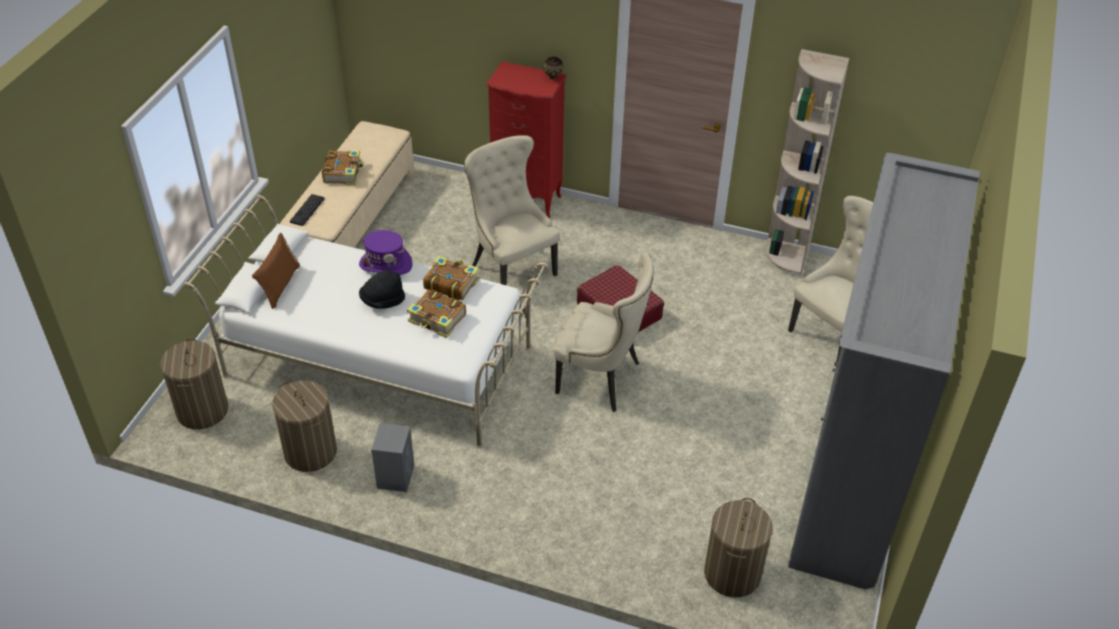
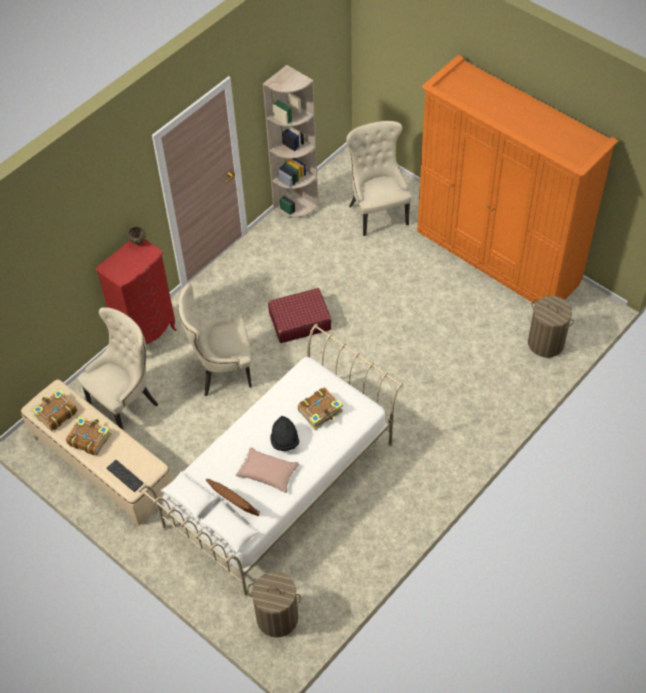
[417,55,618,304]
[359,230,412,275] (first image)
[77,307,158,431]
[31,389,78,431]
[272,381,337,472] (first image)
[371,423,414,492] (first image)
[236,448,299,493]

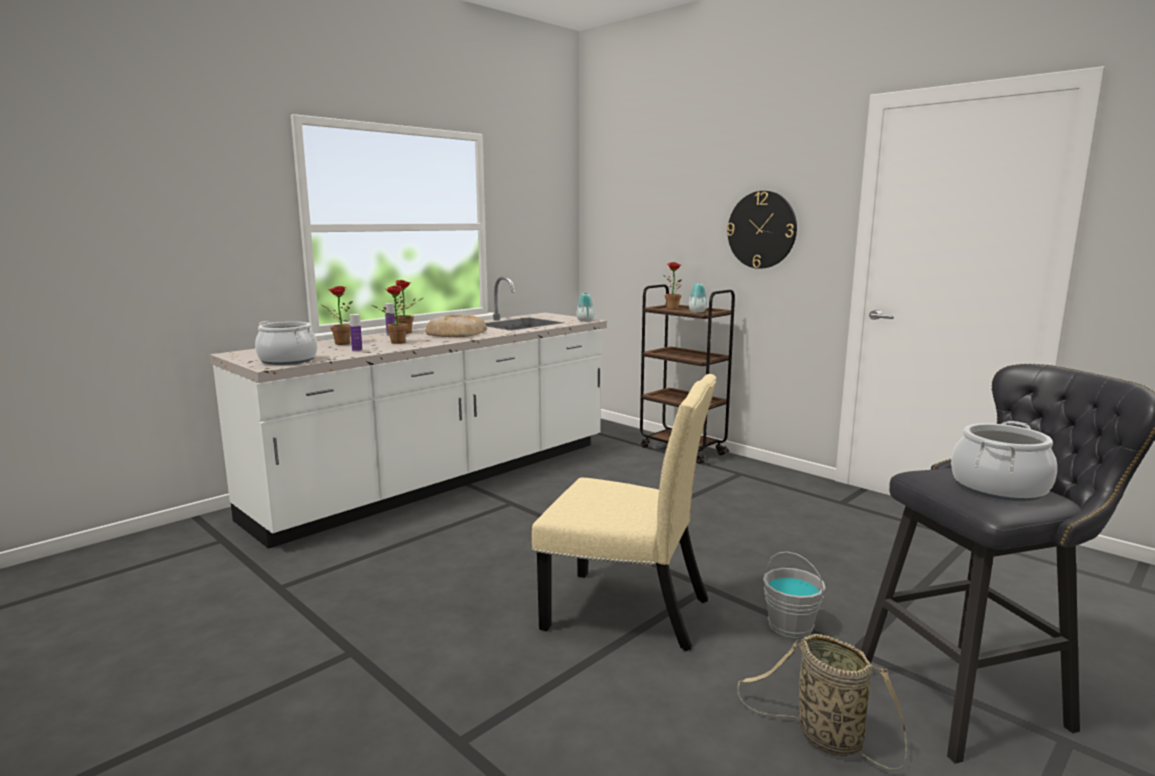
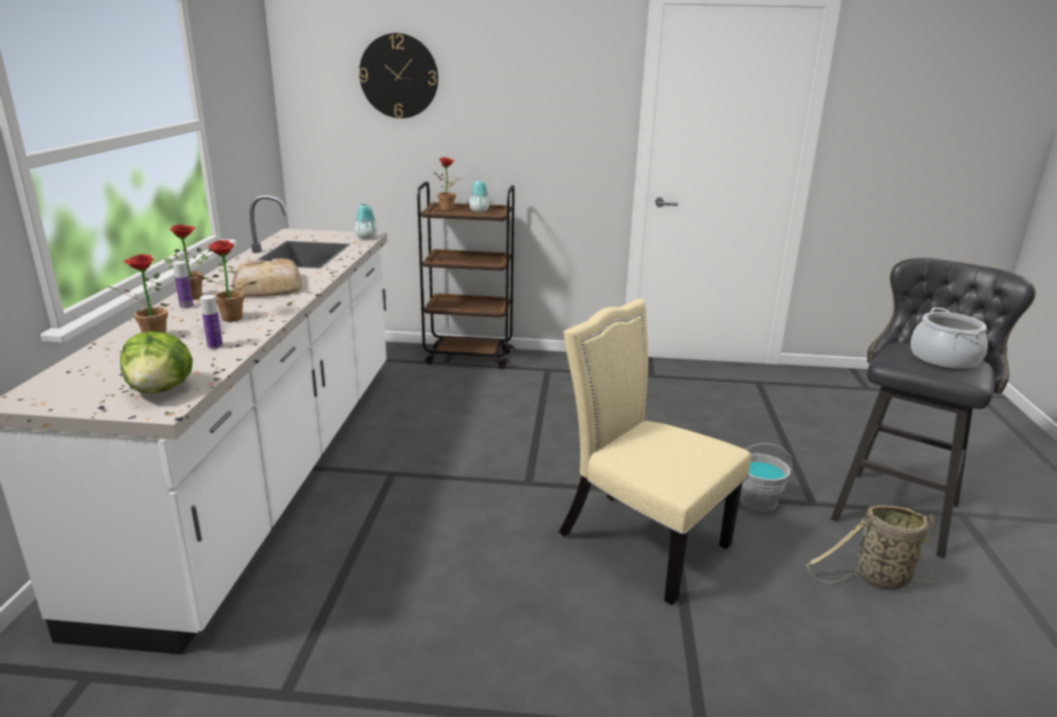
[359,33,438,118]
[120,331,193,394]
[558,299,751,605]

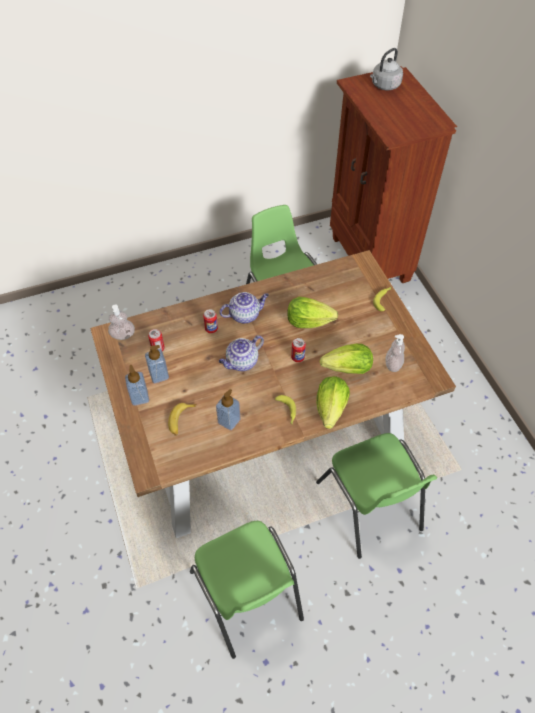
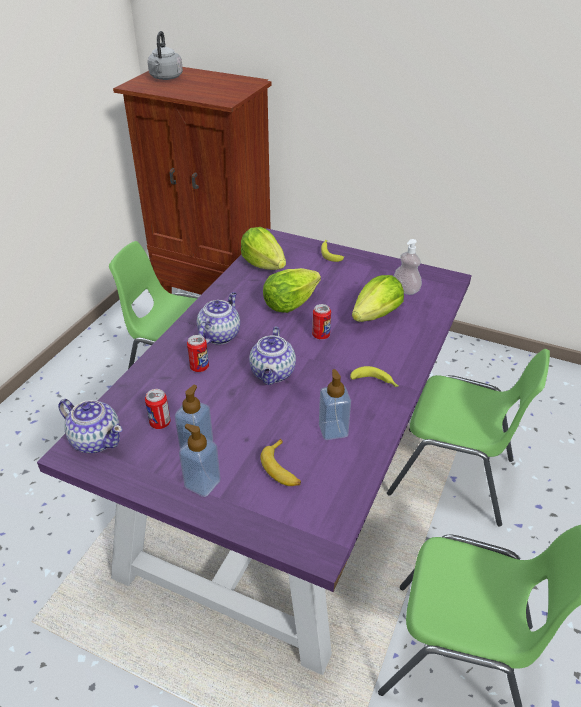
[37,228,472,675]
[58,399,123,453]
[241,227,286,270]

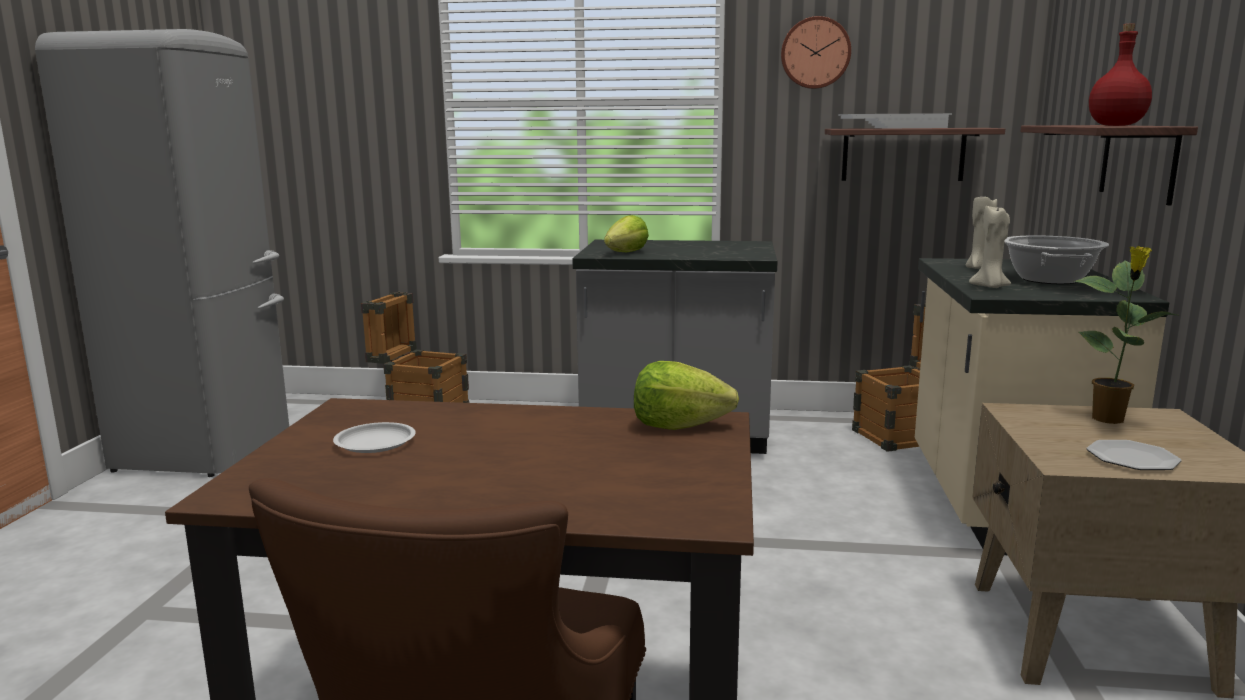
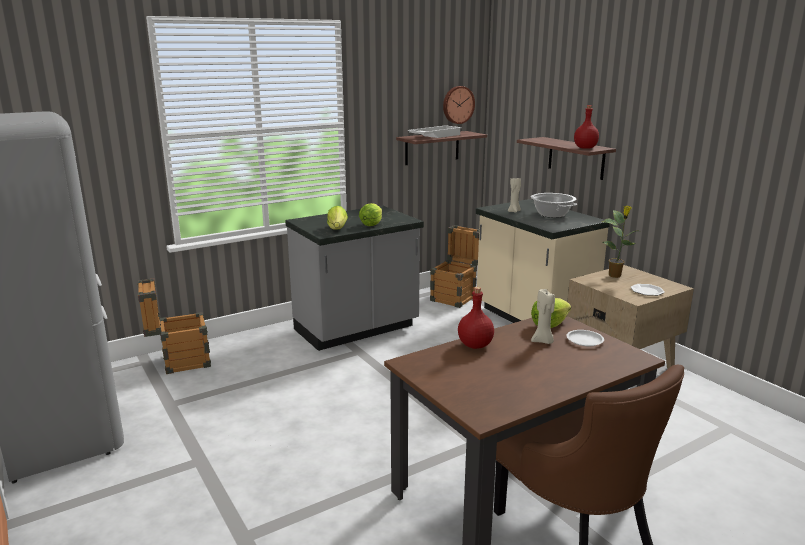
[443,86,475,124]
[531,289,555,344]
[566,330,604,346]
[359,203,382,226]
[458,287,494,349]

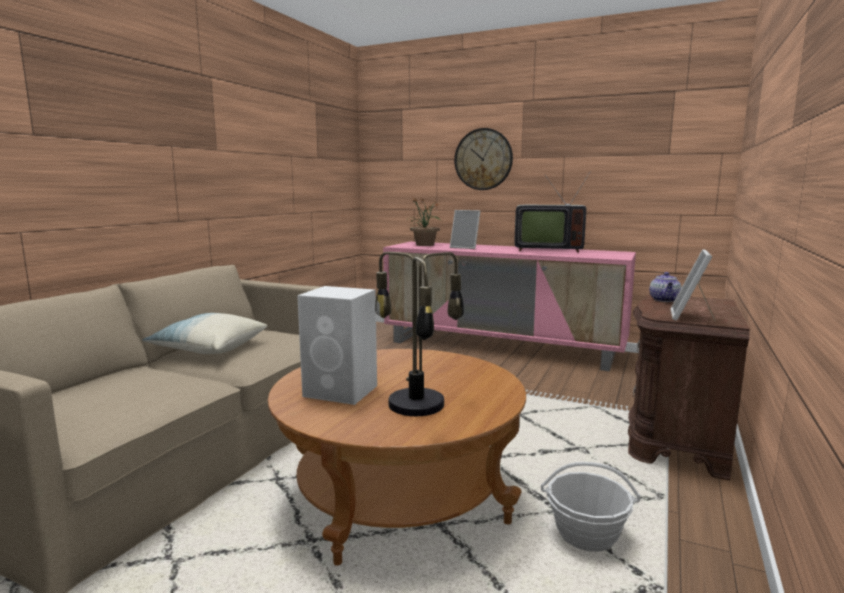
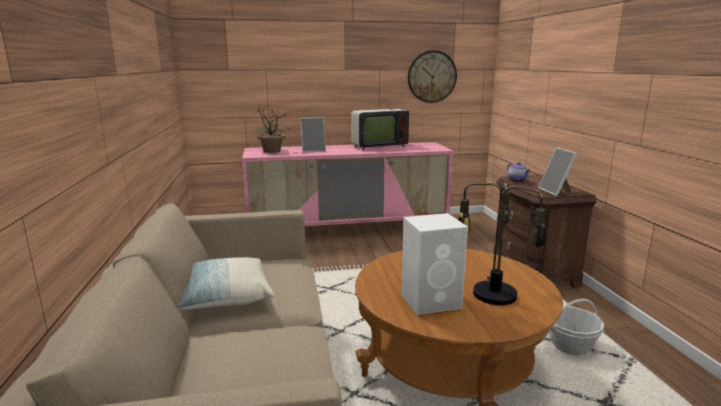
[408,50,457,103]

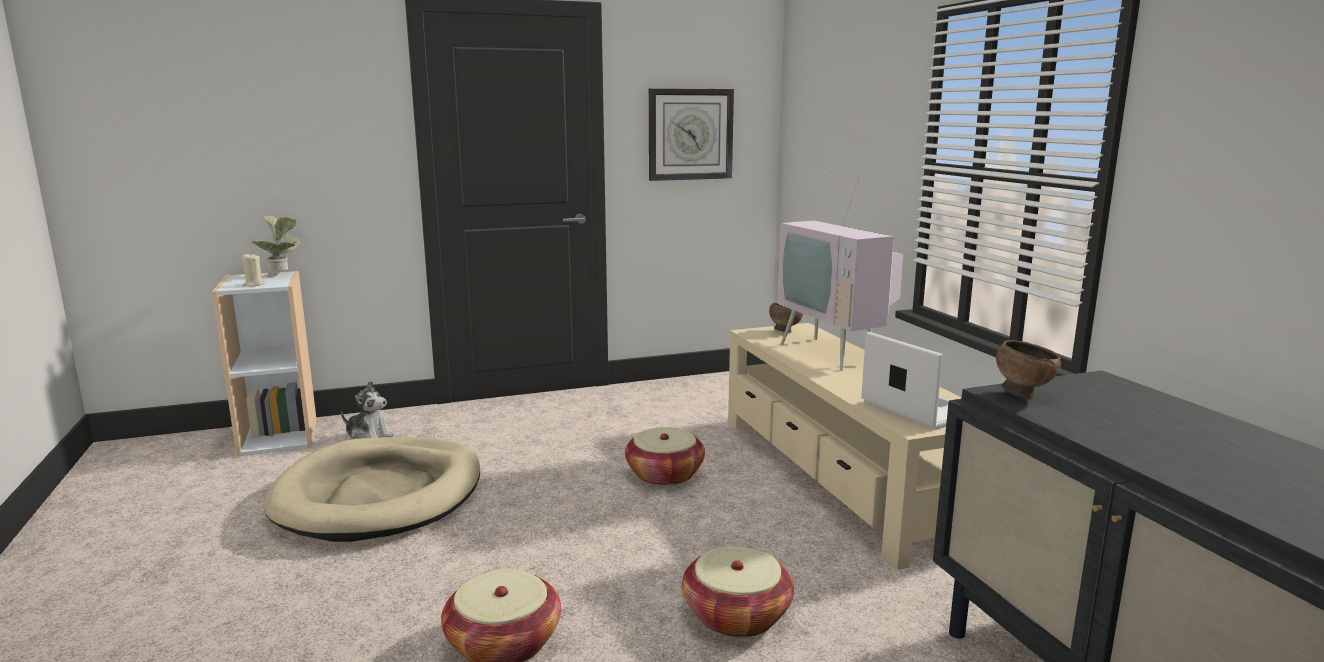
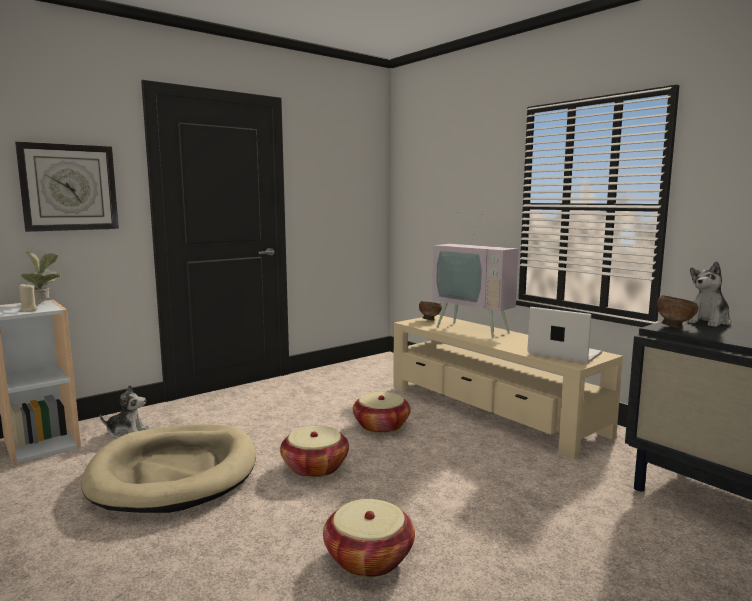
[15,141,119,232]
[280,426,349,478]
[686,261,731,327]

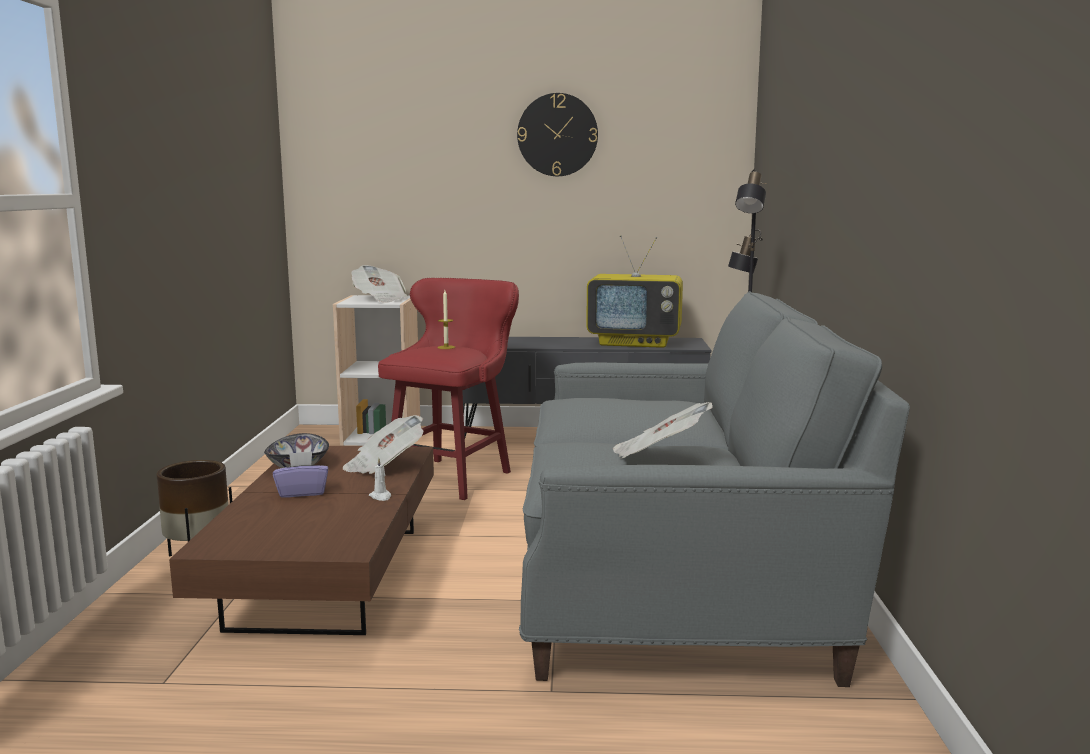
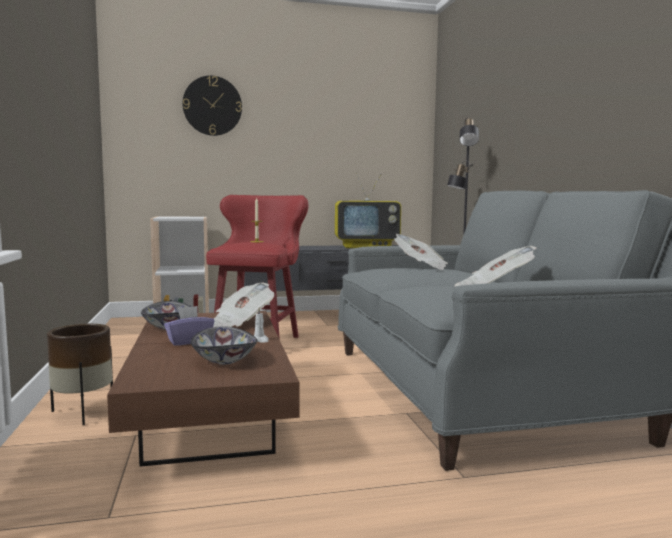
[183,76,242,136]
[394,234,448,270]
[191,326,258,365]

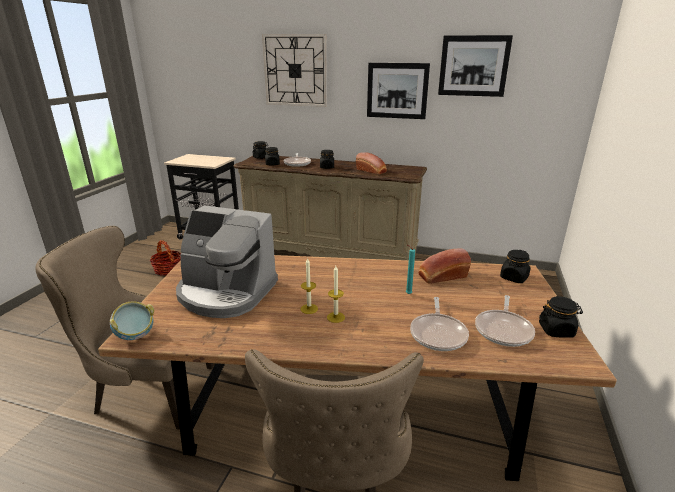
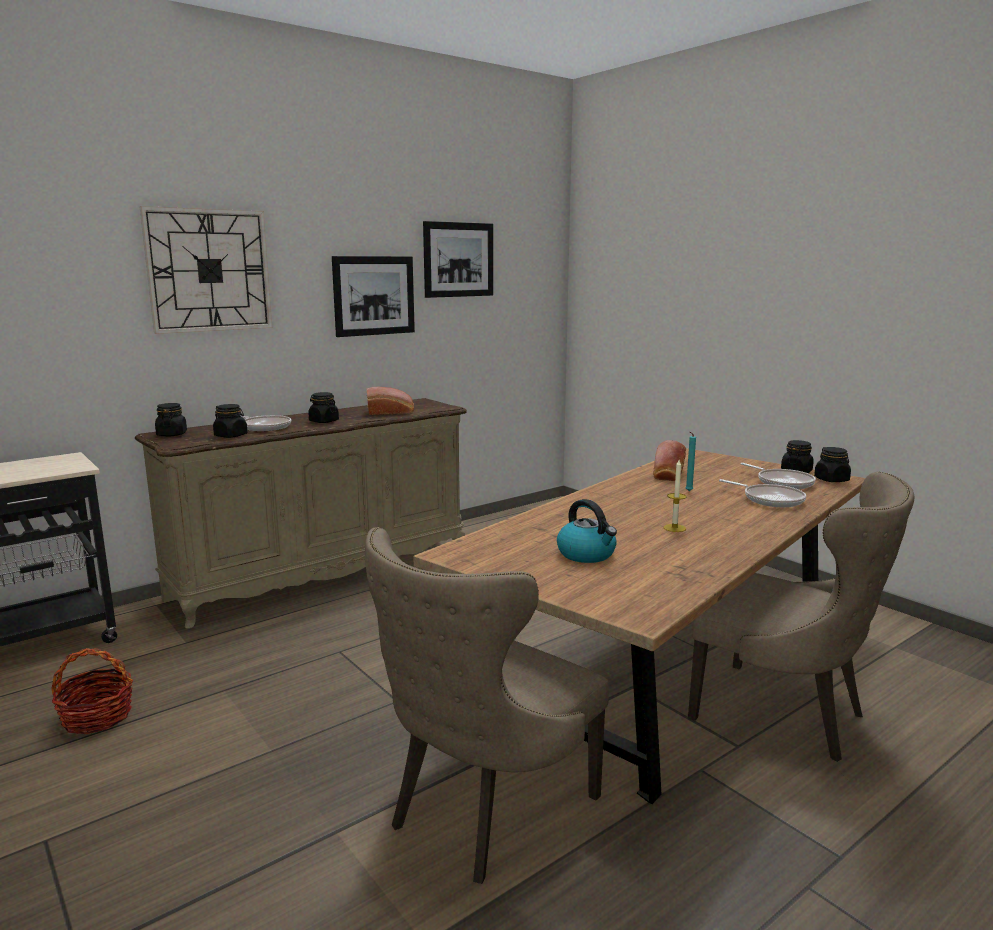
[557,499,617,563]
[814,447,851,482]
[327,266,345,323] (first image)
[110,301,154,340] (first image)

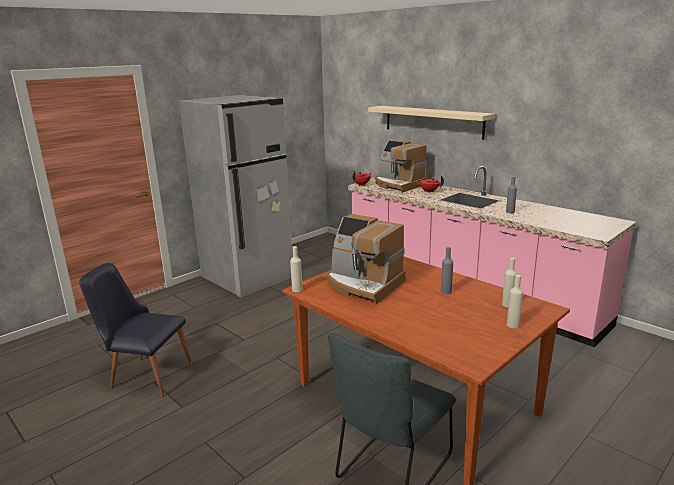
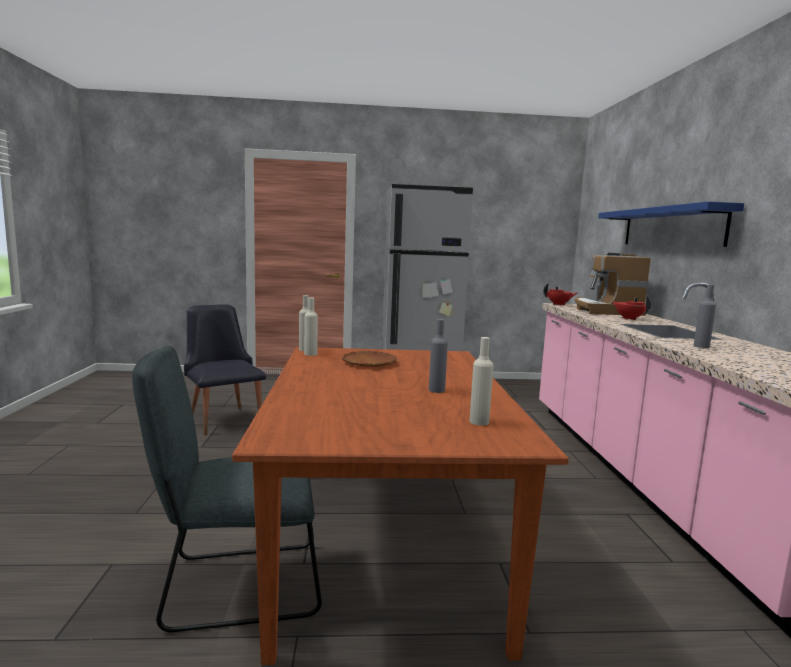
[598,201,744,247]
[342,351,397,366]
[304,298,318,356]

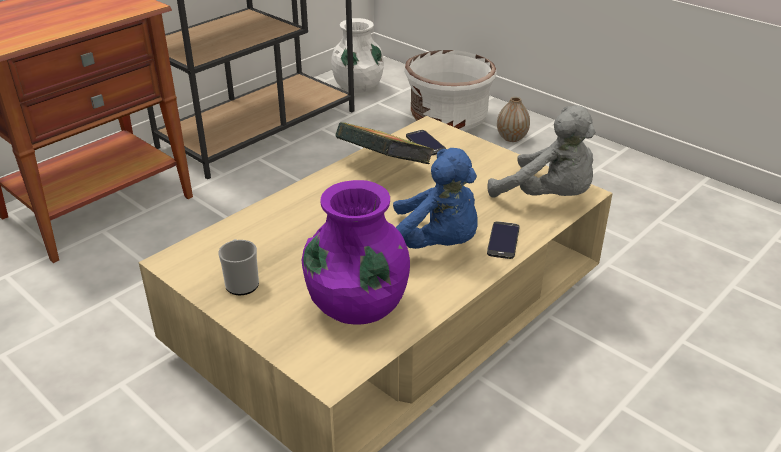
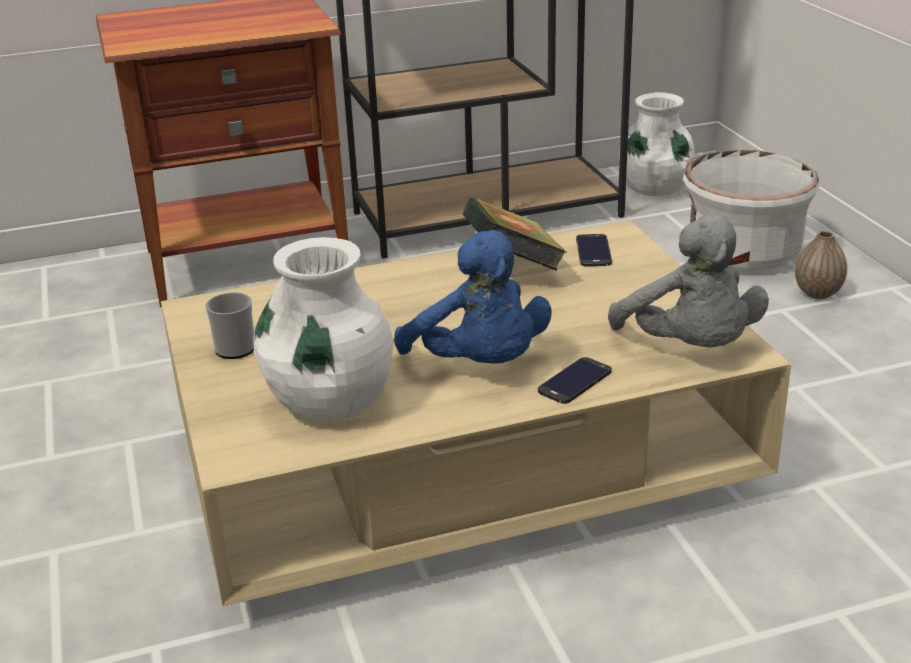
[253,237,393,421]

